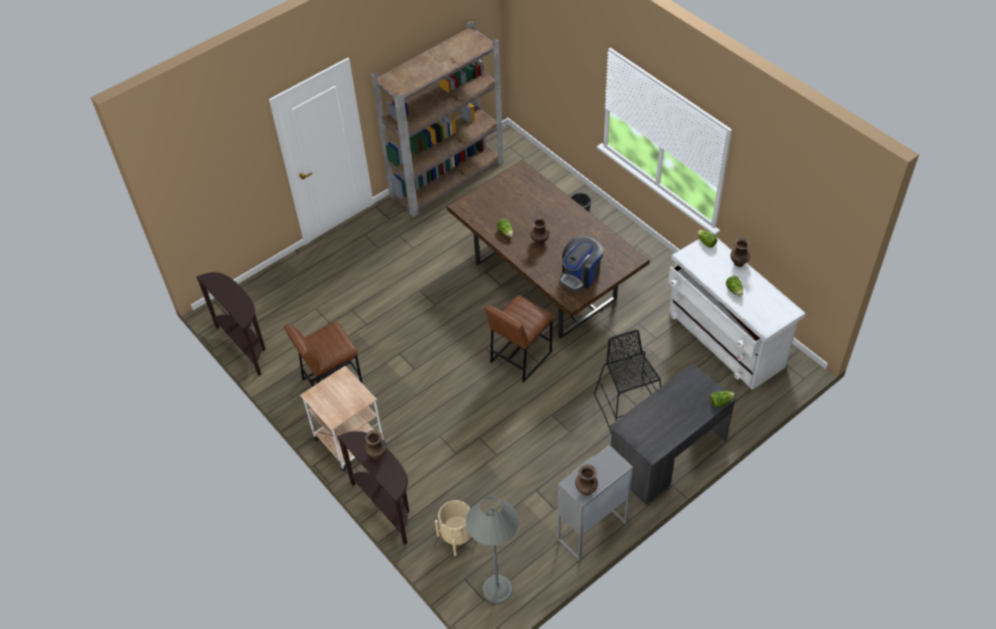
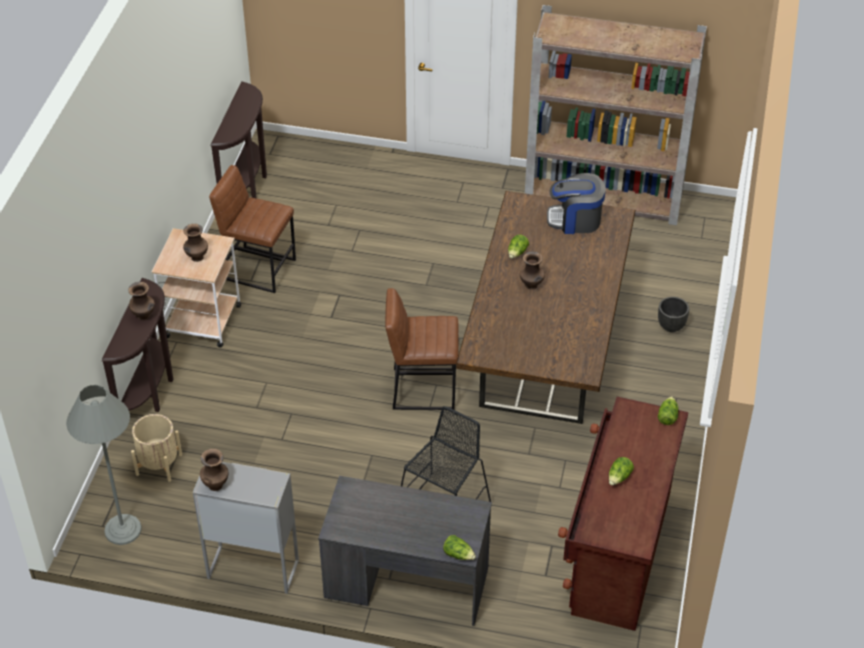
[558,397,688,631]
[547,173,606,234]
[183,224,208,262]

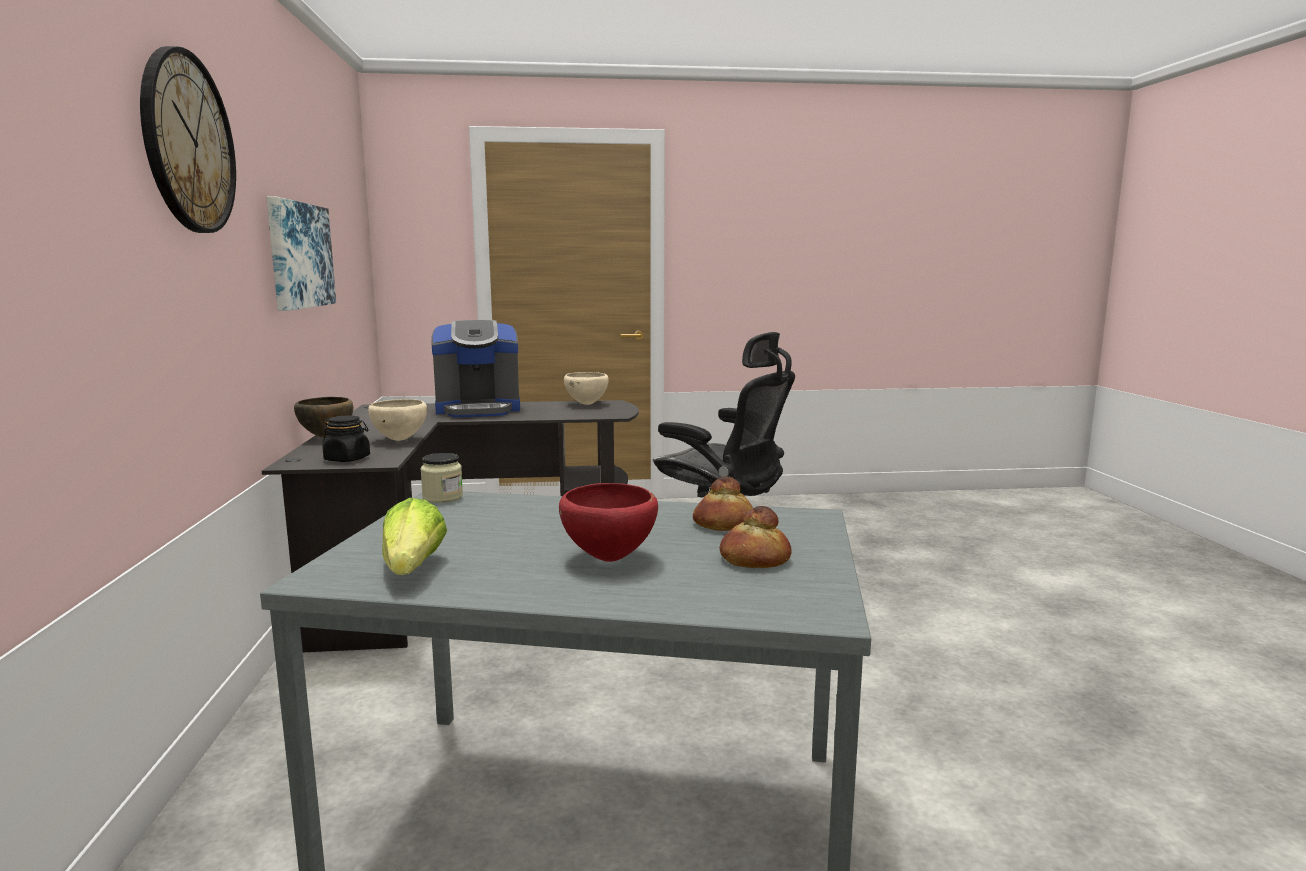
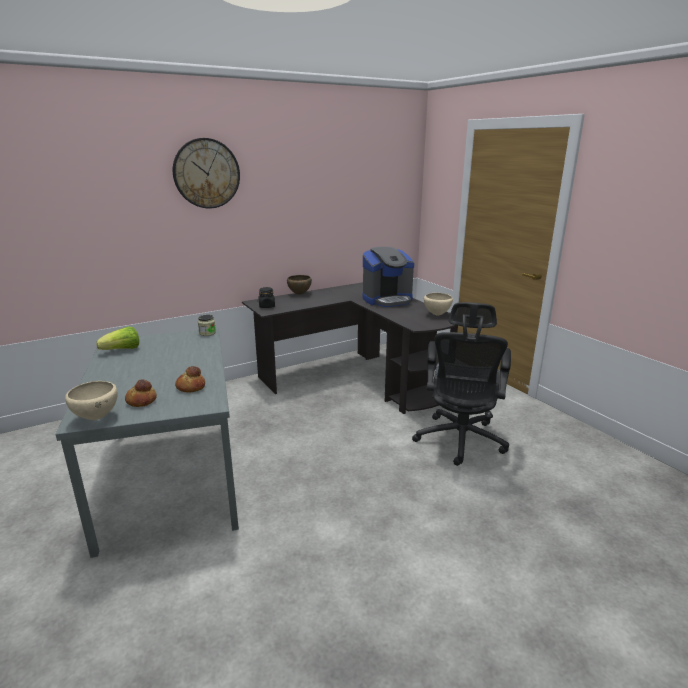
[266,197,336,311] (first image)
[362,247,414,307]
[65,381,118,420]
[559,483,658,562] (first image)

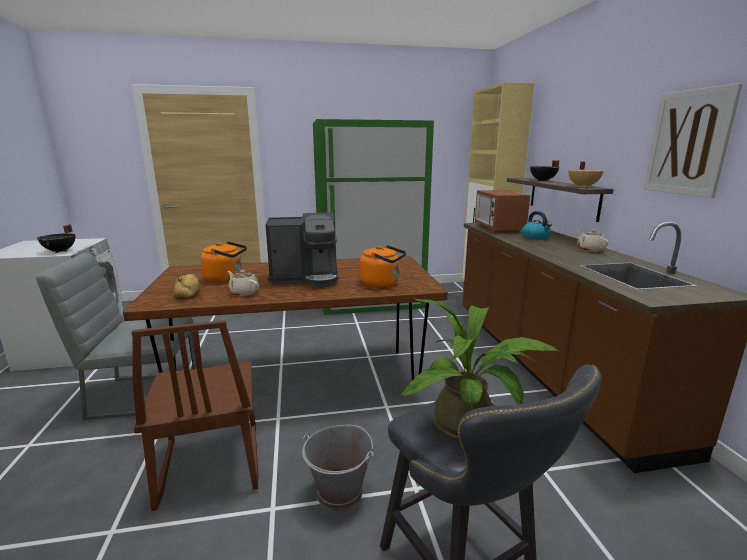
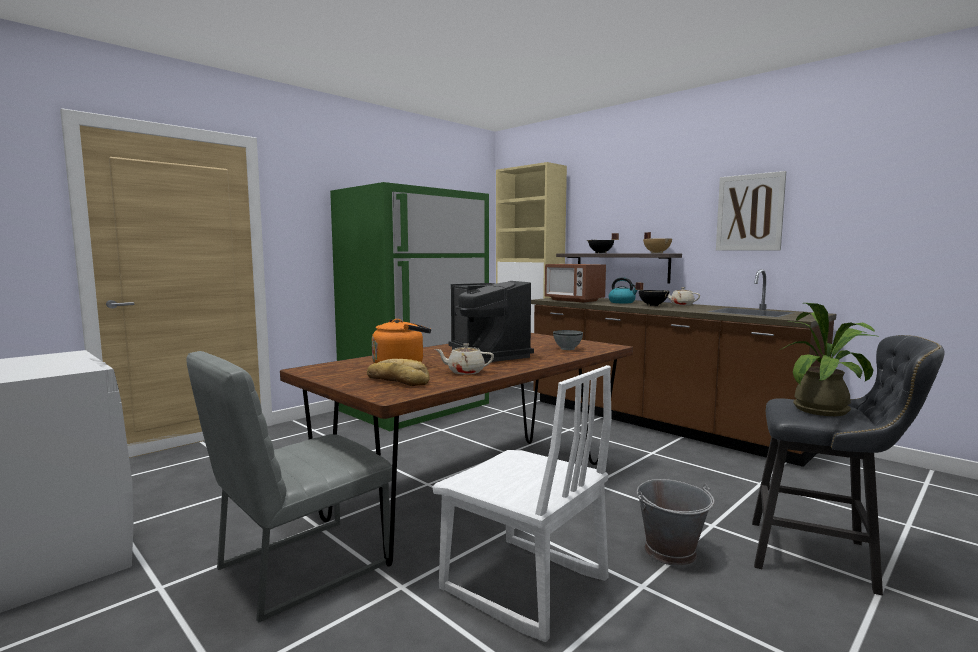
[449,281,534,363]
[636,282,670,306]
[553,330,583,350]
[433,365,612,642]

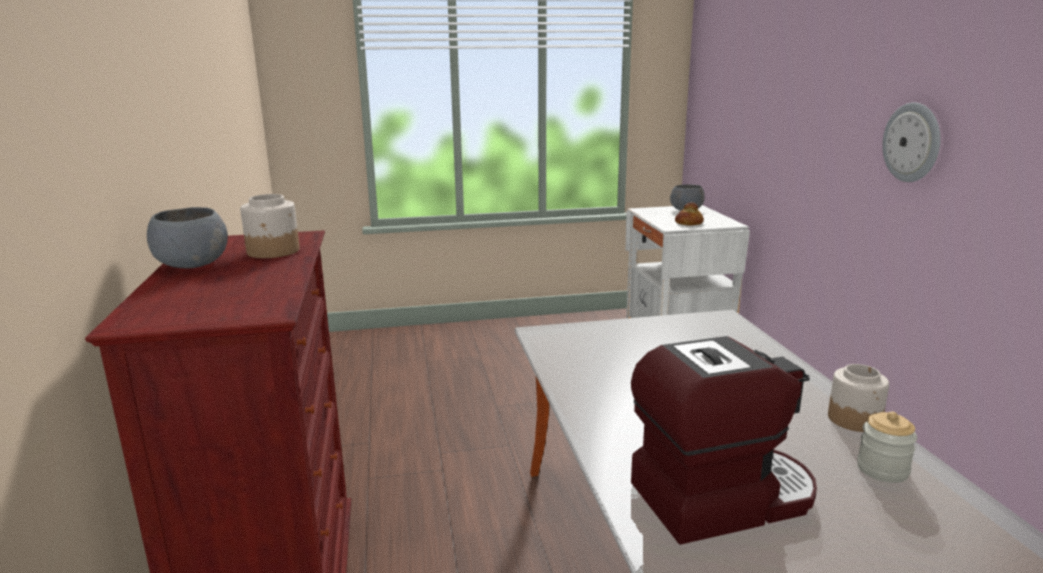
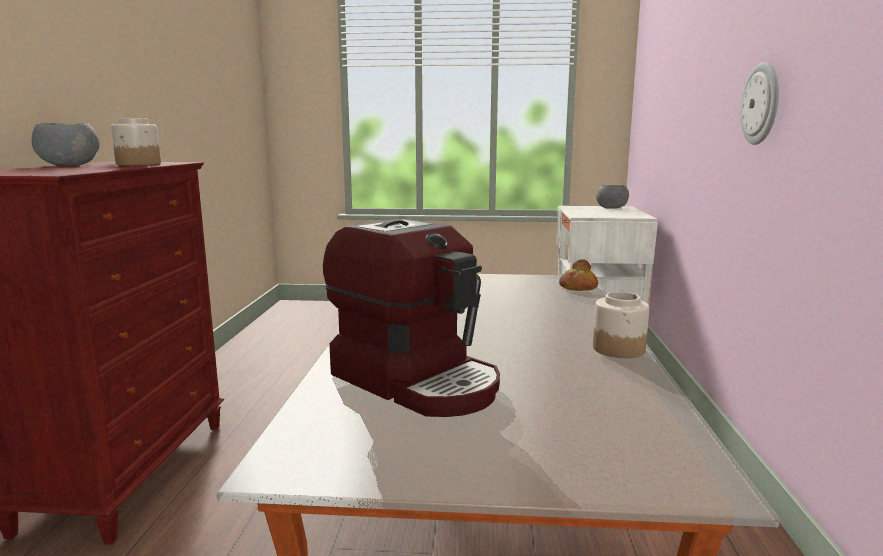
[559,259,598,291]
[323,218,500,417]
[857,411,917,483] (first image)

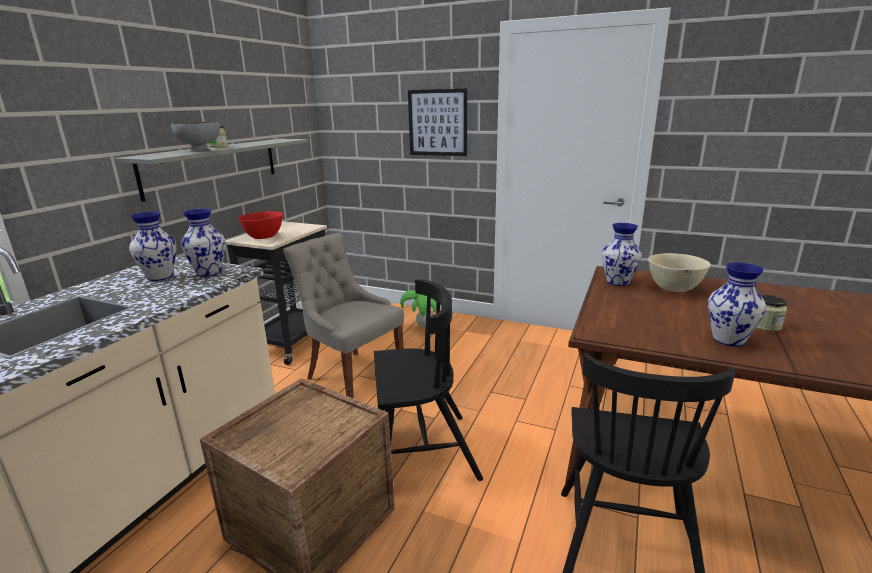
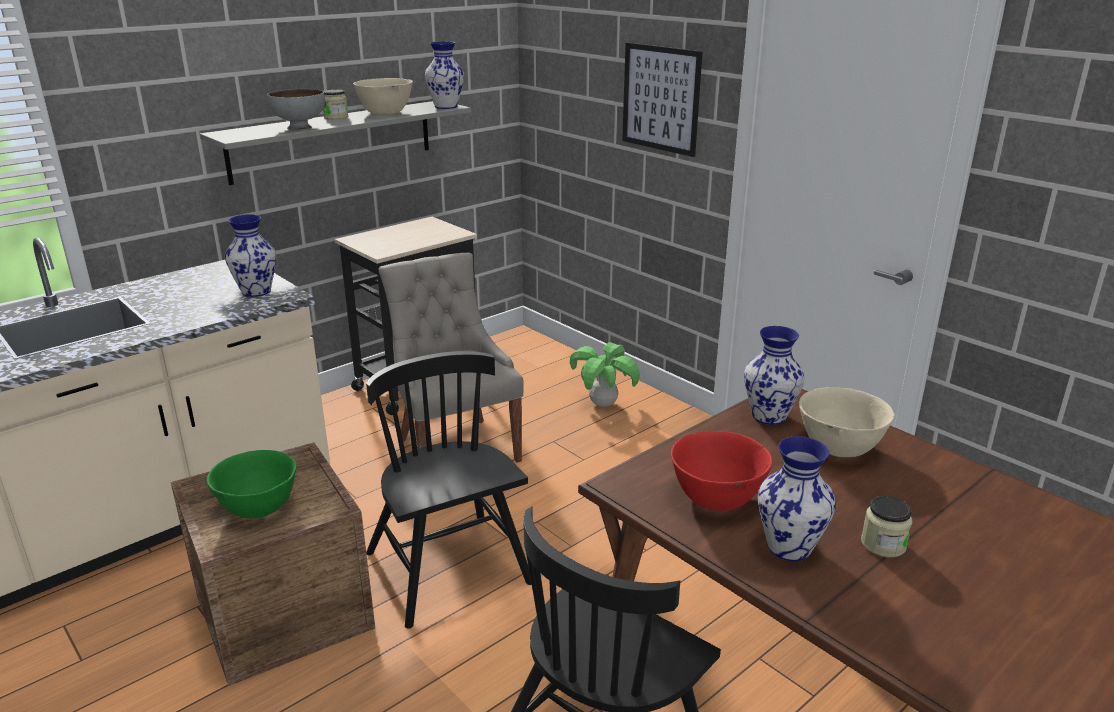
[425,41,464,109]
[671,431,773,511]
[366,351,532,629]
[353,78,413,115]
[206,450,297,519]

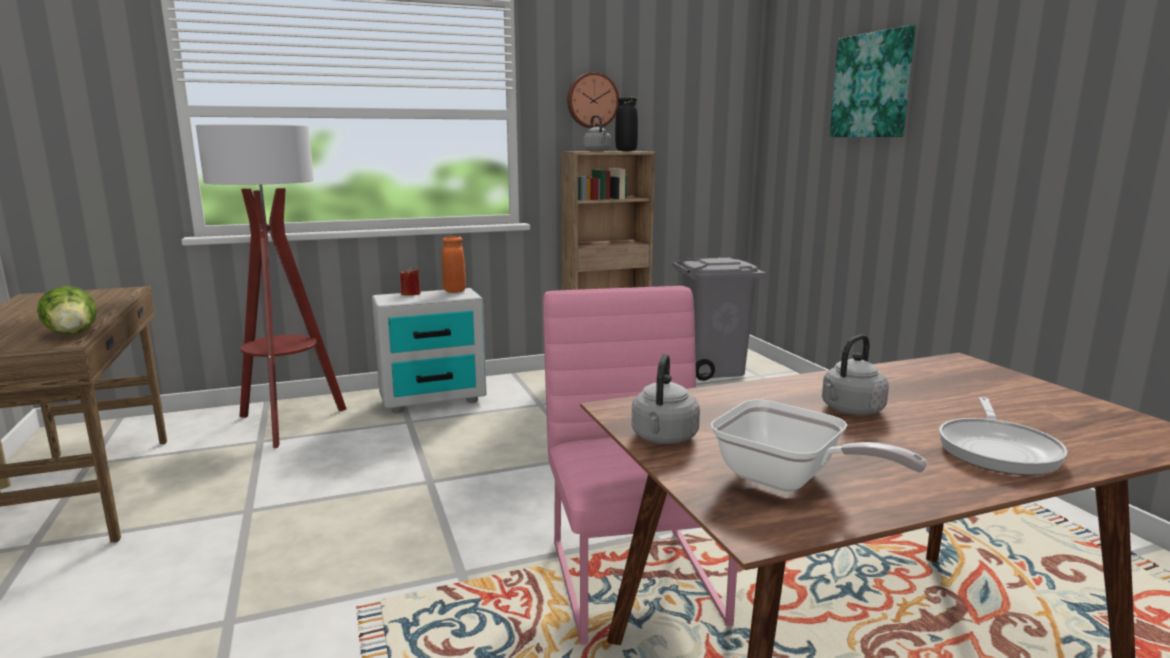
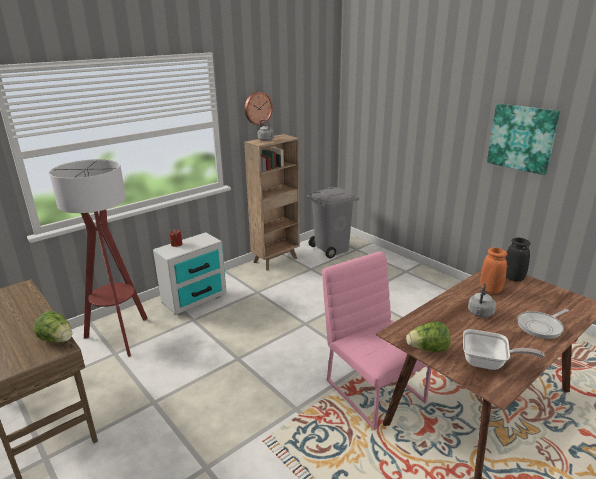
[487,103,560,175]
[505,238,530,281]
[480,248,507,293]
[406,321,451,352]
[518,309,569,339]

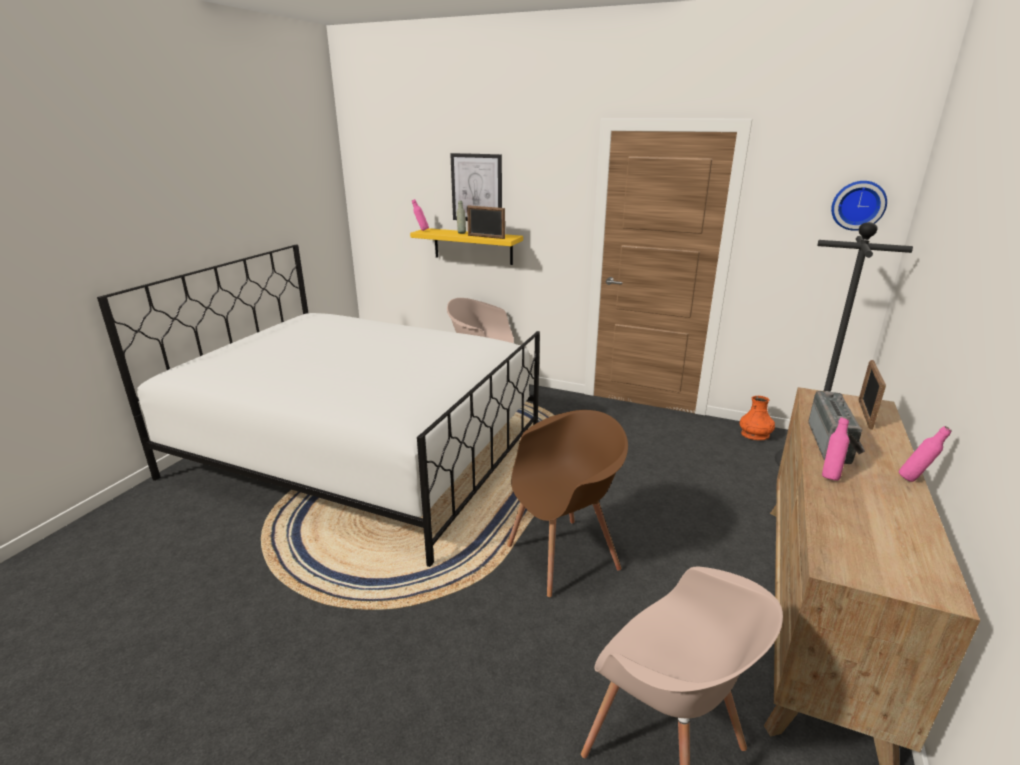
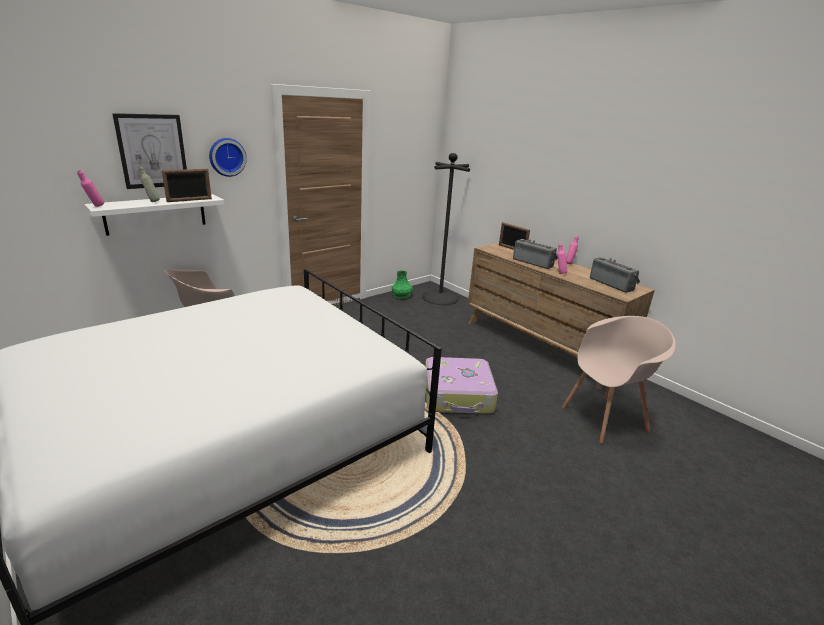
[209,138,247,177]
[84,194,225,236]
[392,270,413,299]
[425,357,498,414]
[590,257,640,293]

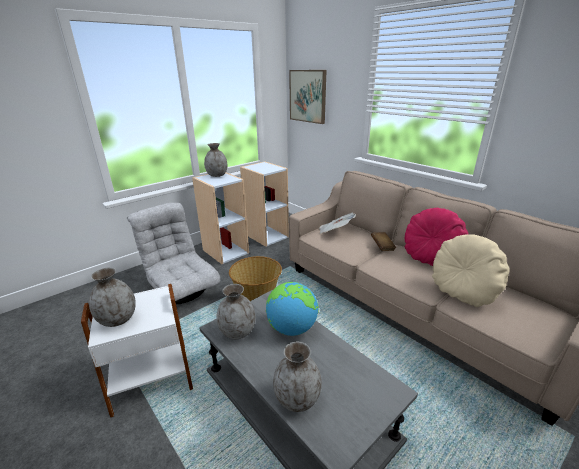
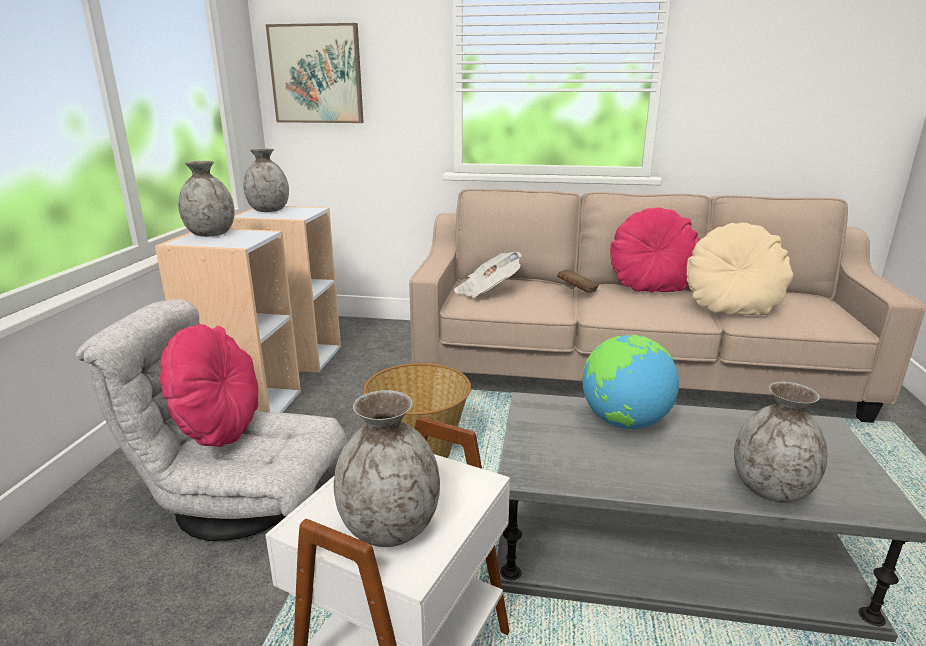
[244,148,289,212]
[160,324,258,447]

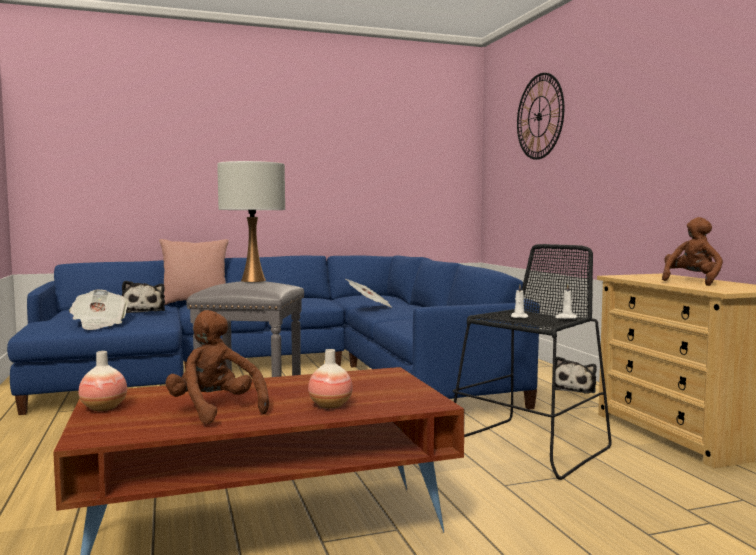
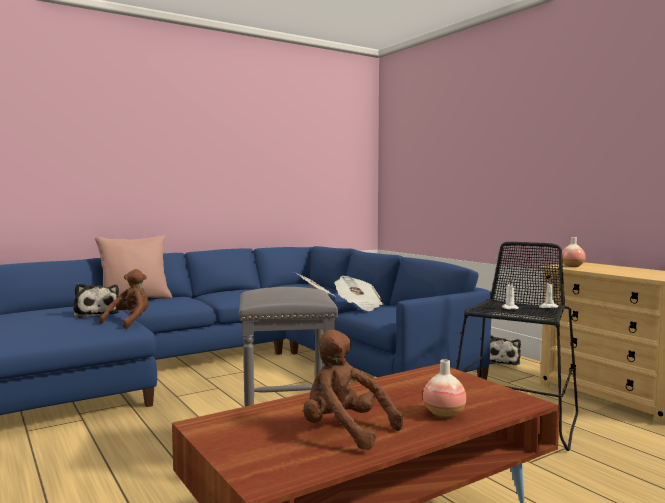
[517,73,564,160] (first image)
[217,161,285,282] (first image)
[99,269,149,329]
[334,276,384,311]
[562,237,586,267]

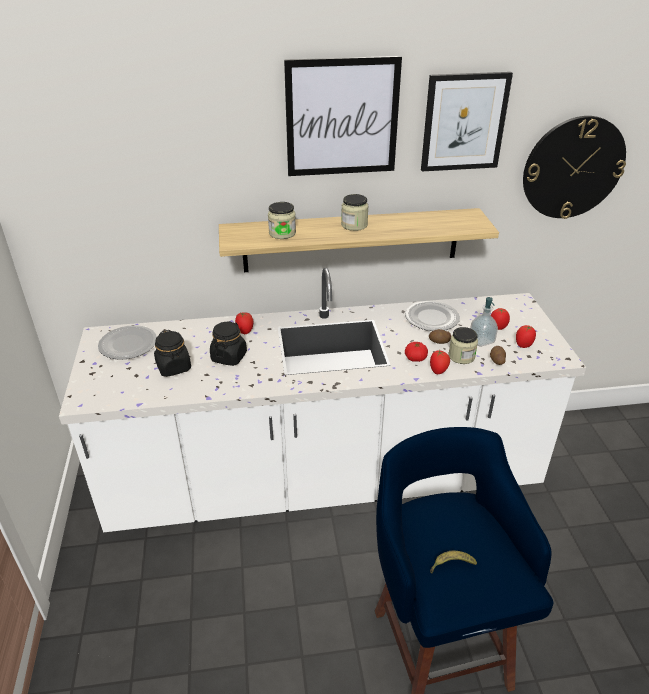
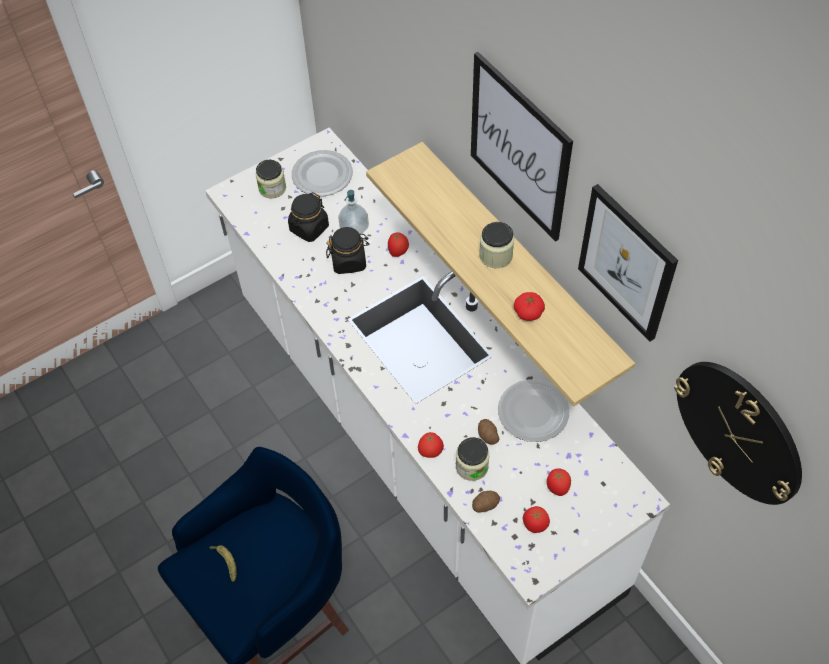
[256,160,286,199]
[338,190,369,234]
[514,292,545,321]

